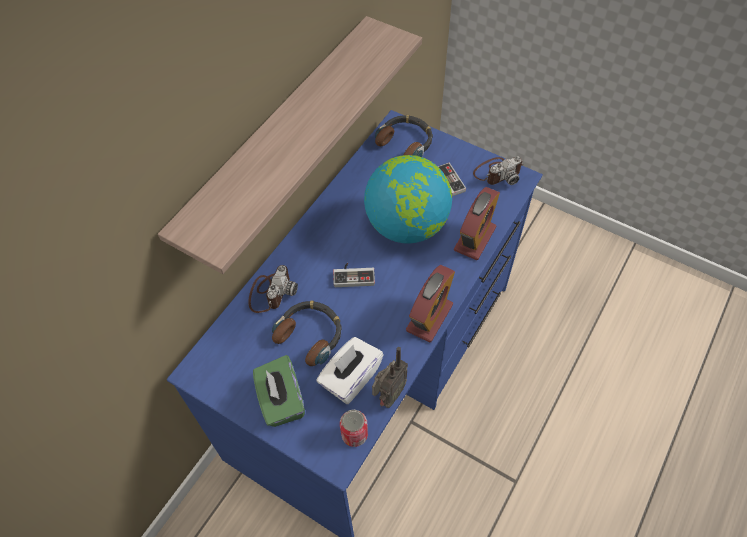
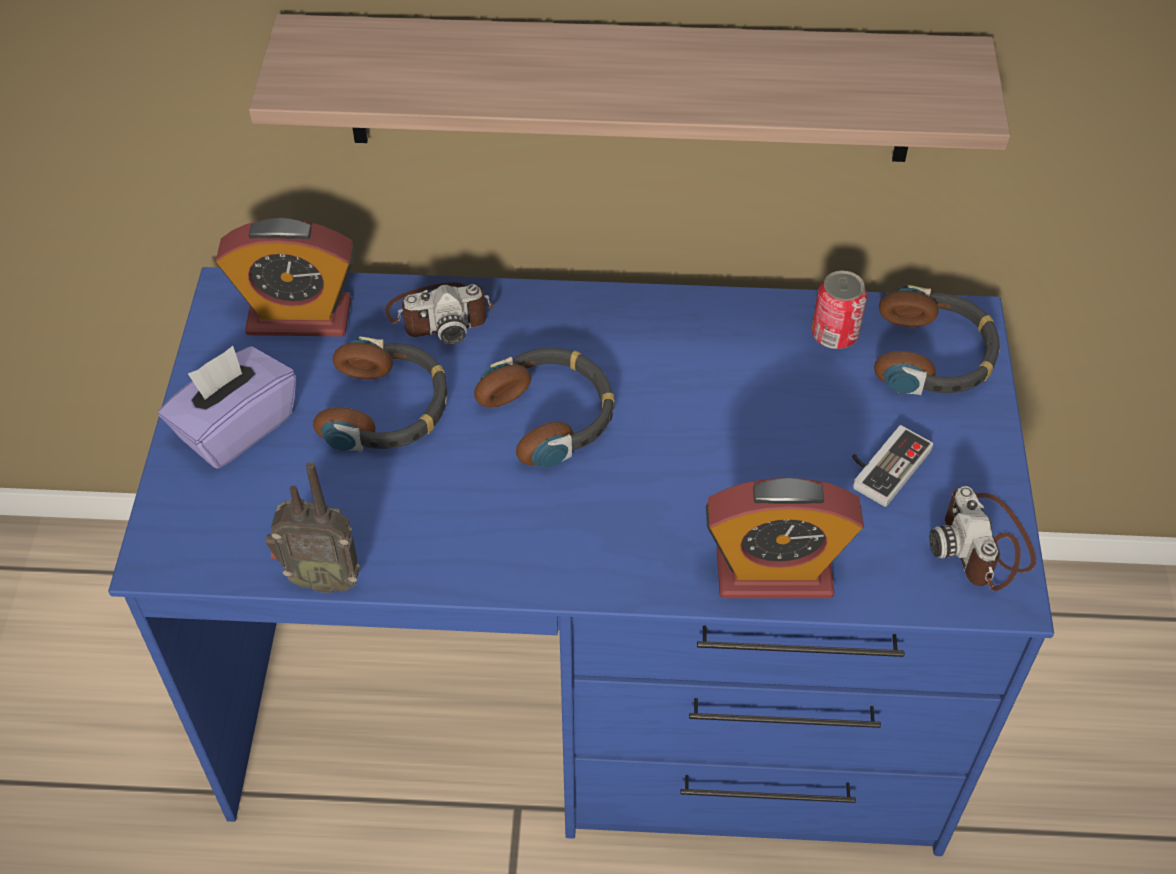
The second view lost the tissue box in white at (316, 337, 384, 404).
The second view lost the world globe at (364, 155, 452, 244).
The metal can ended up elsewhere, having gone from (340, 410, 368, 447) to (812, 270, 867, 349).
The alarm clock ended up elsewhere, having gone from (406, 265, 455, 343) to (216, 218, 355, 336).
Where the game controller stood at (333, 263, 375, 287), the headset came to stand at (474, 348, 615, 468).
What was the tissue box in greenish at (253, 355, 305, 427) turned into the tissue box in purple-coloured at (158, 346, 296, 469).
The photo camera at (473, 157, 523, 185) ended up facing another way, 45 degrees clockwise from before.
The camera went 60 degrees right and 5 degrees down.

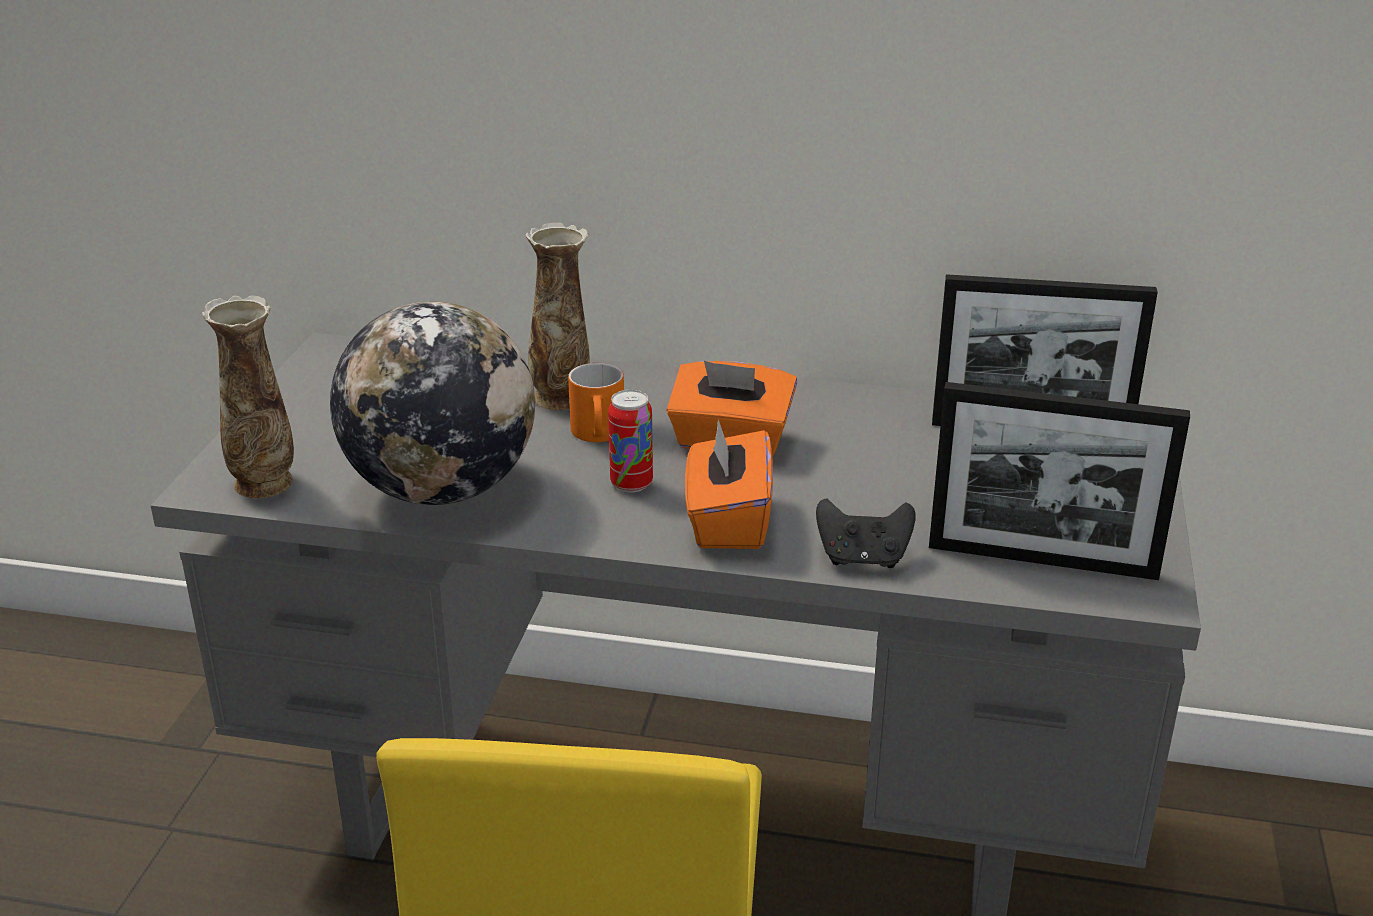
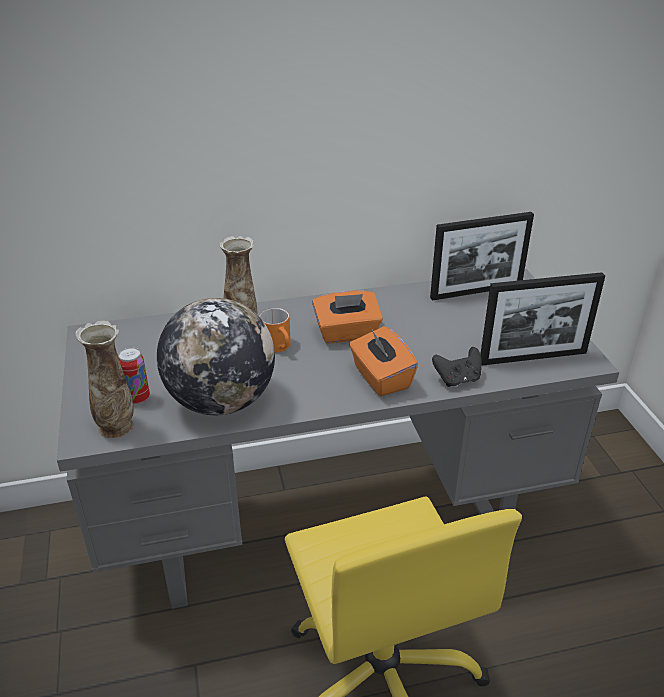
The metal can ended up elsewhere, having gone from (608, 390, 653, 493) to (118, 347, 150, 404).
The camera went 25 degrees left and 5 degrees up.

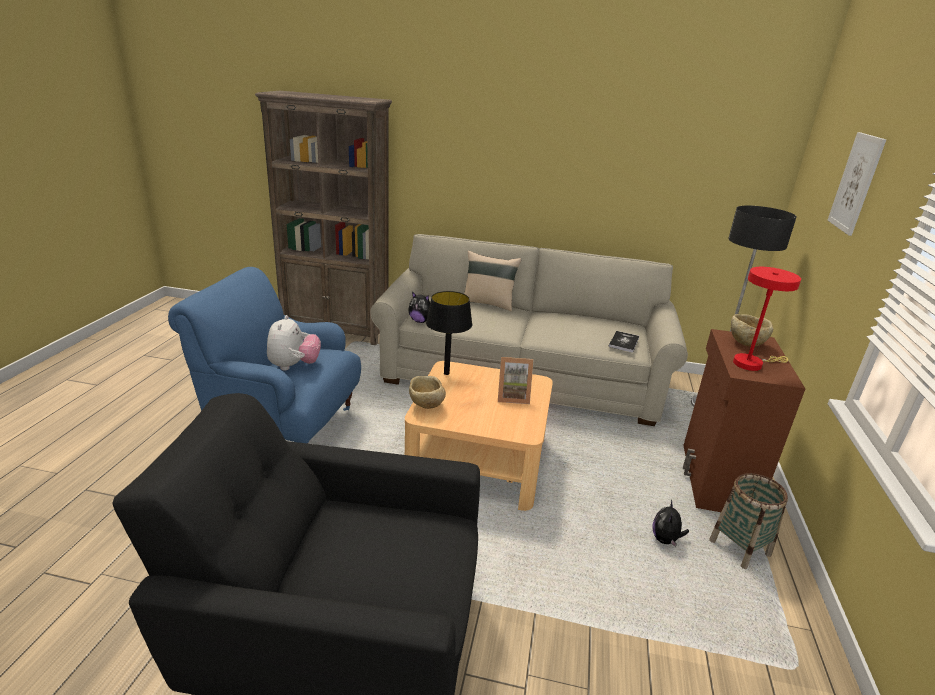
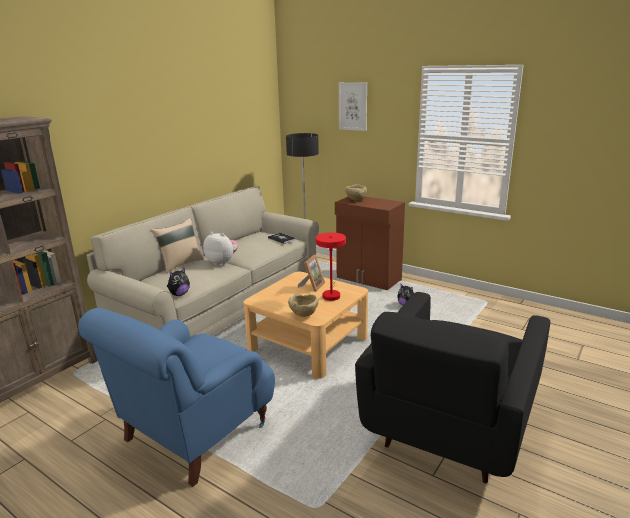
The second view lost the table lamp in blackish at (426, 291, 472, 375).
The second view lost the storage basket at (709, 473, 788, 569).
The plush toy ended up elsewhere, having gone from (267, 315, 321, 371) to (203, 232, 238, 266).
The table lamp in red-coloured ended up elsewhere, having gone from (733, 267, 801, 371) to (316, 232, 346, 301).
The camera went 65 degrees left and 5 degrees down.

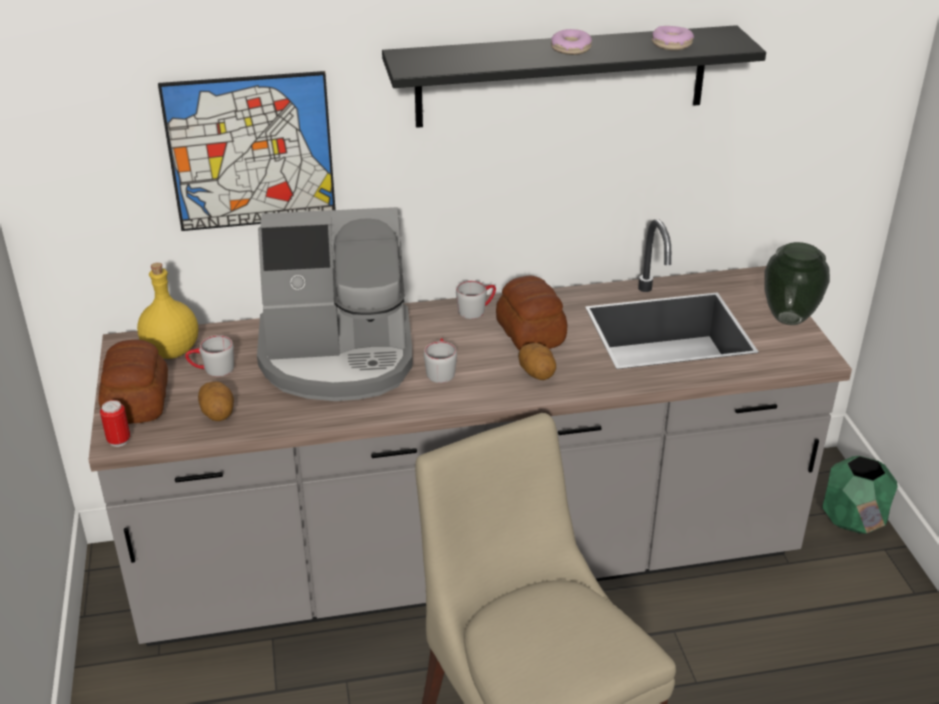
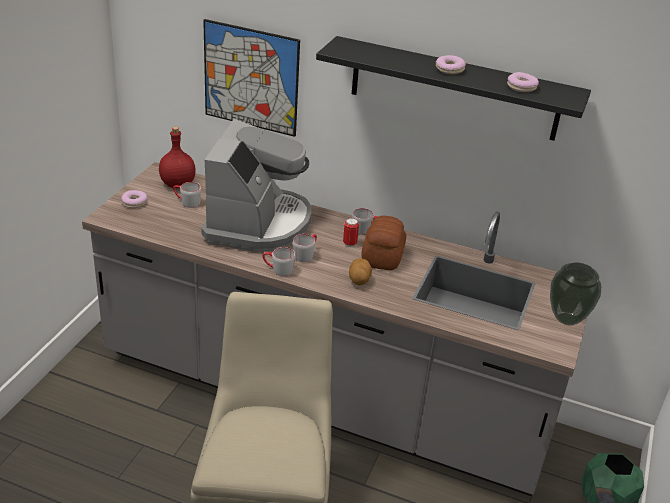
The second view lost the potato at (198, 381, 234, 421).
The second view gained the tea mug in grey at (262, 247, 295, 276).
The metal can ended up elsewhere, having gone from (100, 400, 130, 447) to (343, 218, 359, 247).
Where the baked bread stood at (98, 340, 168, 424), the donut came to stand at (121, 190, 147, 208).
What was the drink bottle in yellowish at (137, 263, 198, 359) turned into the drink bottle in red-coloured at (159, 126, 196, 188).
The coffee machine at (257, 207, 412, 401) ended up facing another way, 105 degrees counterclockwise from before.
The camera went 30 degrees right and 0 degrees up.

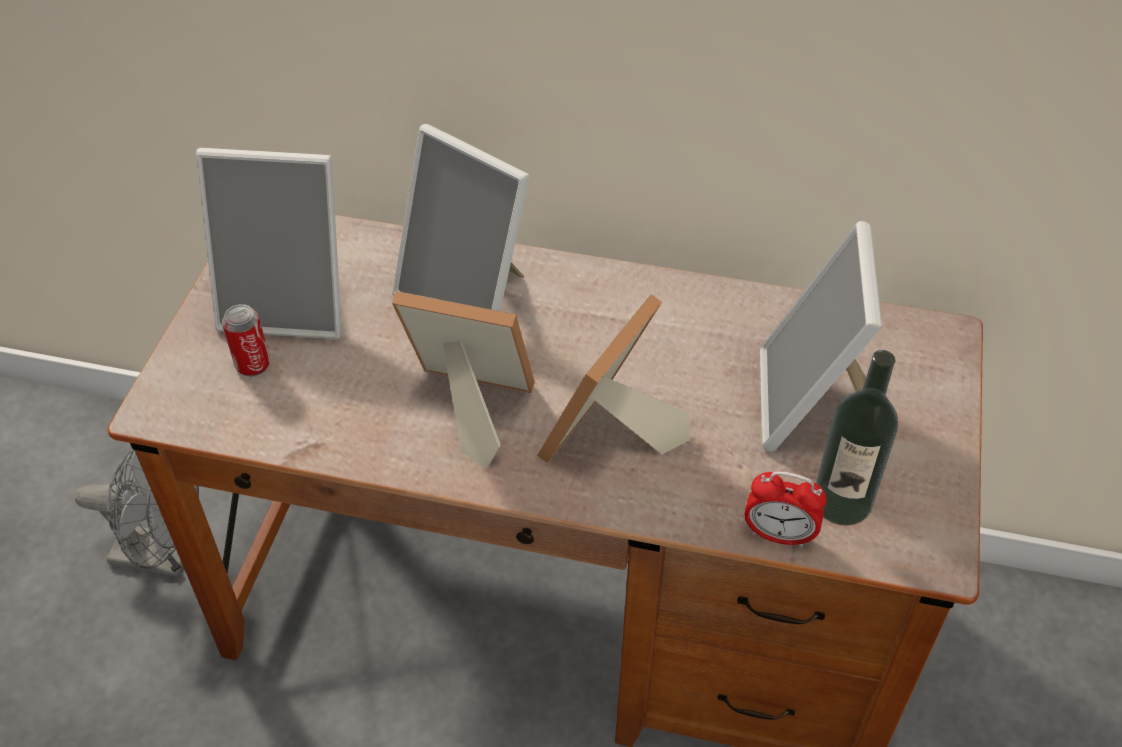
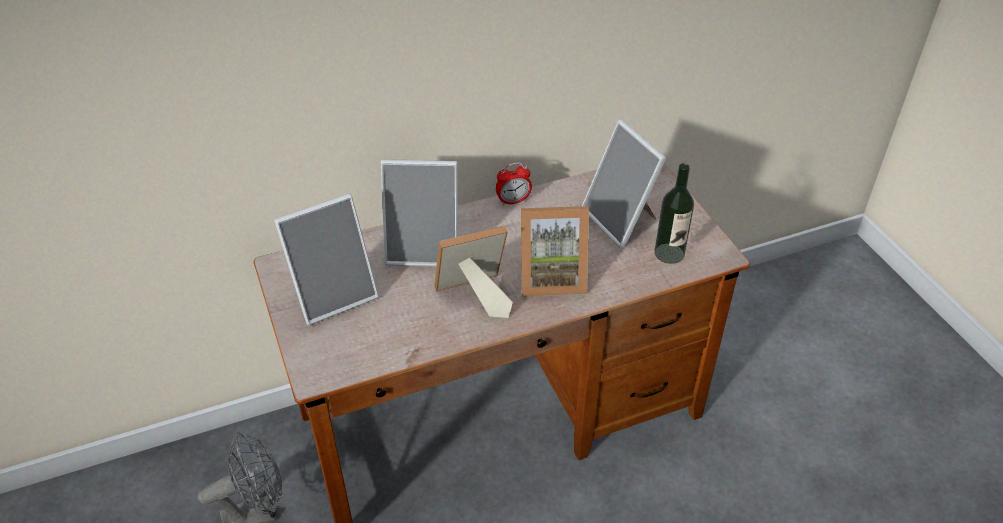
The second view lost the metal can at (222, 304, 270, 376).
The alarm clock ended up elsewhere, having gone from (744, 471, 826, 547) to (496, 162, 532, 206).
The standing frame at (537, 294, 690, 463) ended up facing another way, 90 degrees counterclockwise from before.
The camera went 35 degrees left and 5 degrees down.

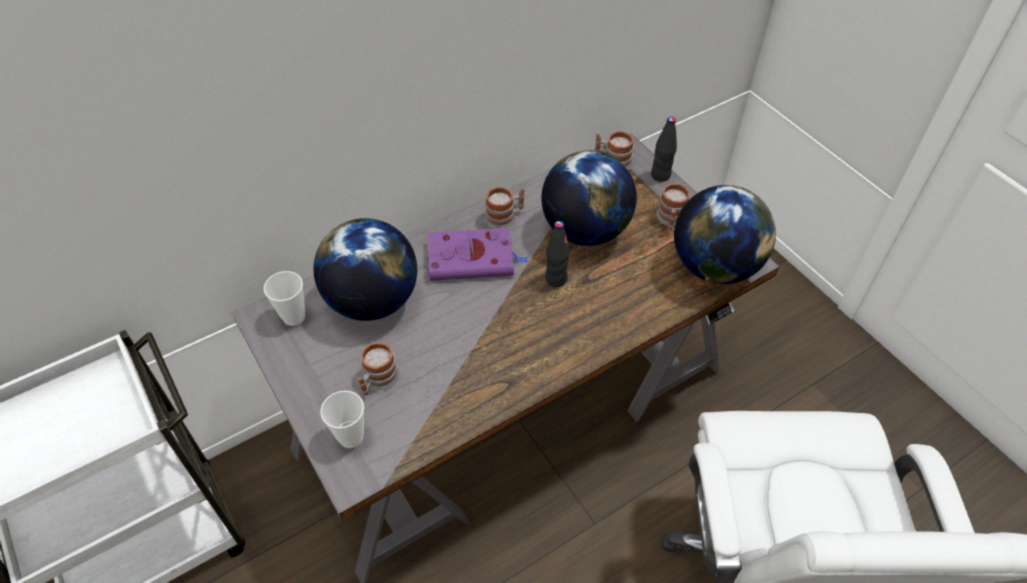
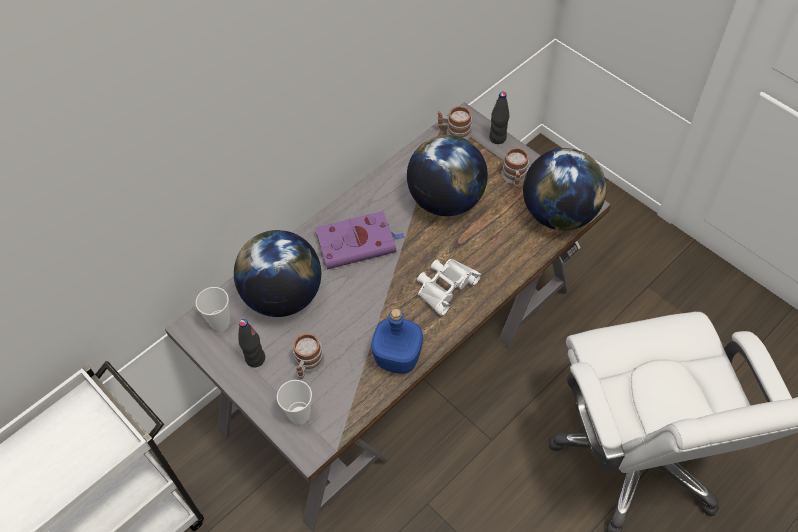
The second view lost the tea mug at (485, 187, 525, 229).
The second view gained the drink bottle in blue at (371, 309, 423, 374).
The second view gained the binoculars in white at (417, 259, 481, 316).
The drink bottle in blackish ended up elsewhere, having gone from (545, 221, 570, 287) to (239, 319, 265, 367).
The camera went 10 degrees left and 5 degrees up.

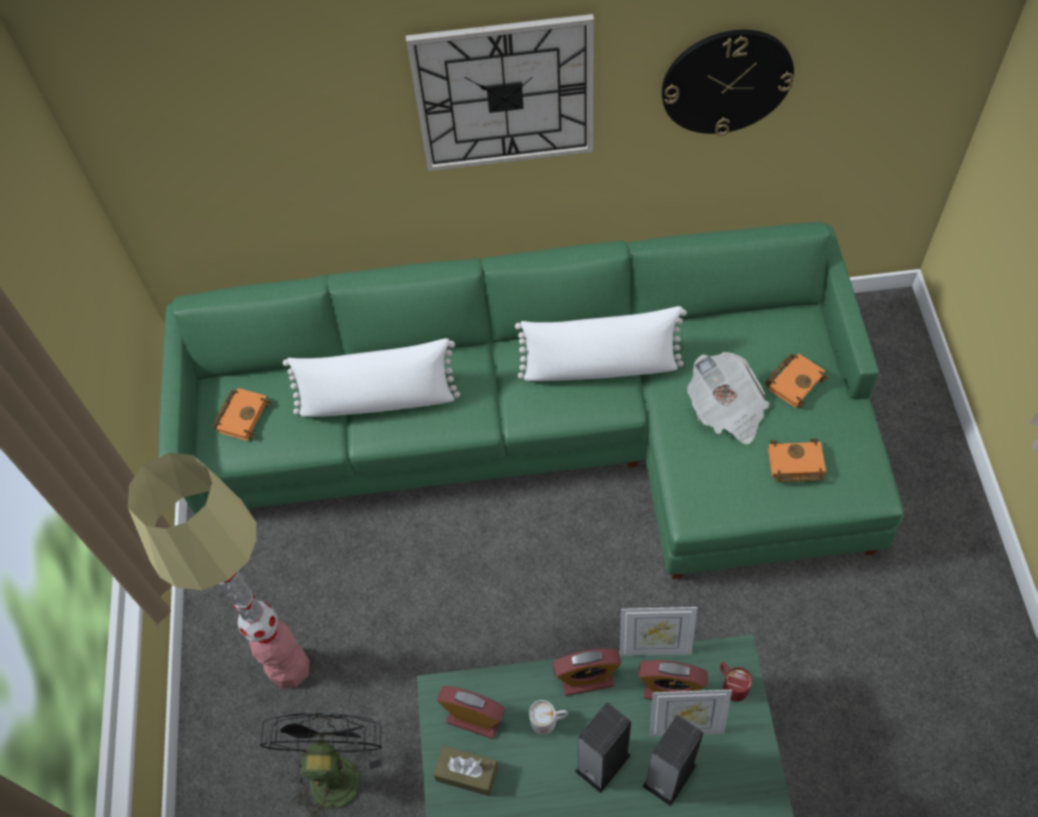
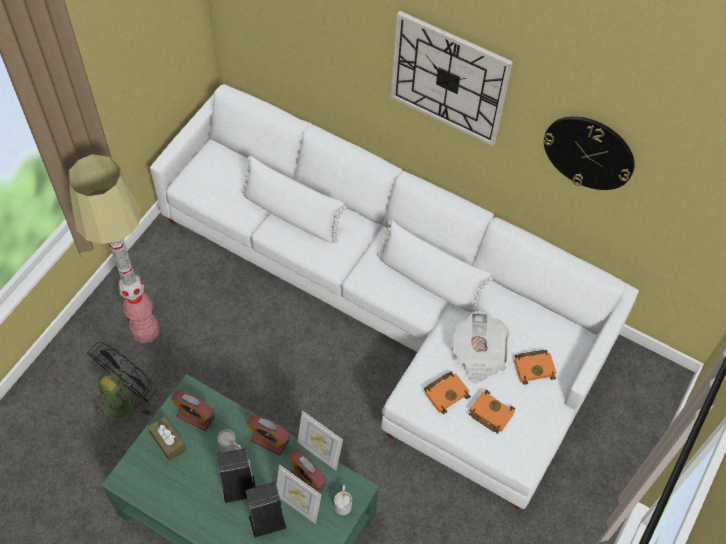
The bound book in orange ended up elsewhere, having gone from (212, 388, 271, 441) to (424, 371, 471, 414).
What was the couch in greenish at (159, 222, 904, 579) turned into the couch in white at (150, 84, 639, 509).
What was the tea mug in red-coloured at (720, 662, 752, 702) turned into the tea mug in white at (334, 485, 352, 515).
The alarm clock at (437, 686, 505, 739) ended up facing another way, 150 degrees clockwise from before.
The camera went 30 degrees right and 0 degrees up.

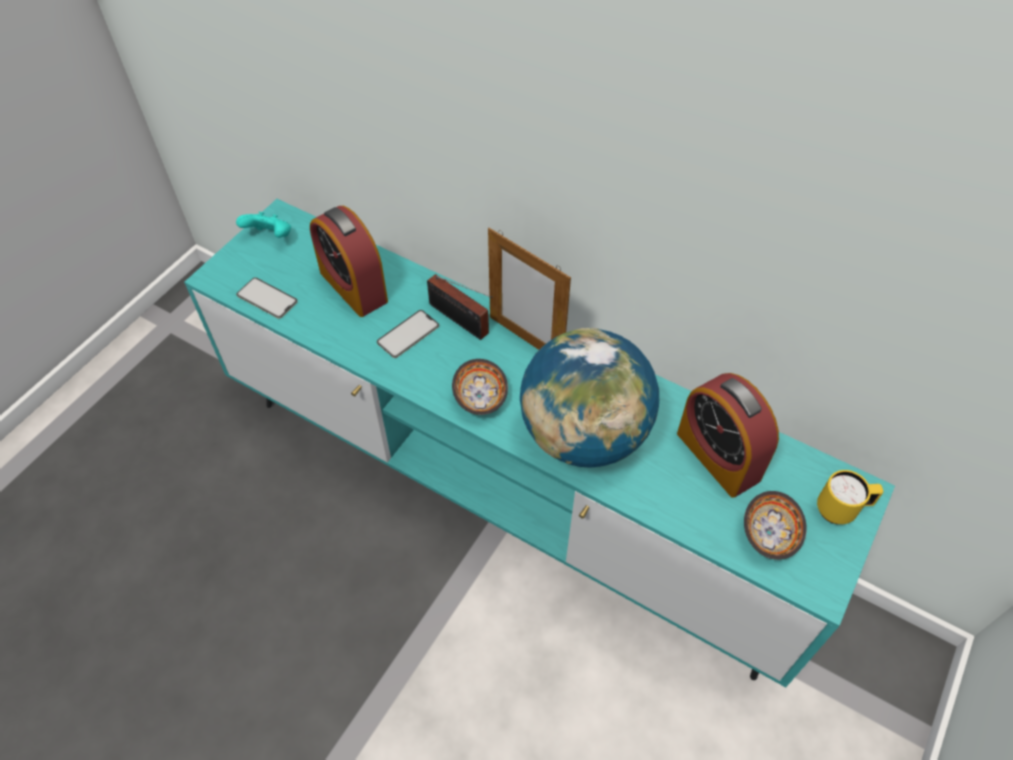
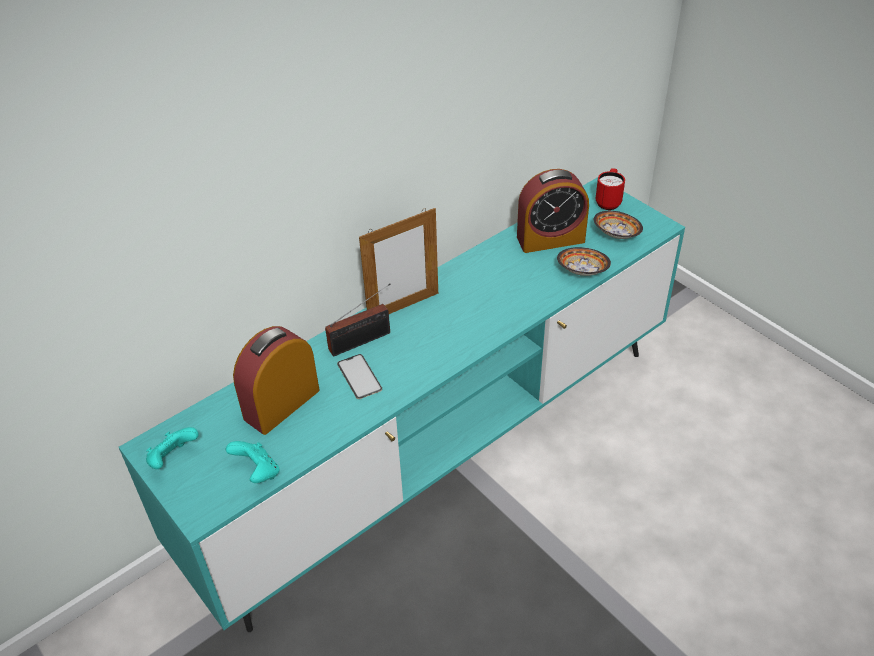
The second view lost the world globe at (520, 328, 659, 468).
The deep dish ended up elsewhere, having gone from (452, 359, 508, 415) to (557, 247, 611, 276).
Where the phone stood at (236, 277, 298, 319), the game controller in turquoise-coloured came to stand at (226, 441, 280, 483).
What was the tea mug in yellowish at (817, 470, 883, 524) turned into the tea mug in red-coloured at (596, 168, 625, 210).
The alarm clock at (310, 206, 388, 317) ended up facing another way, 150 degrees clockwise from before.
The camera went 70 degrees left and 10 degrees down.

